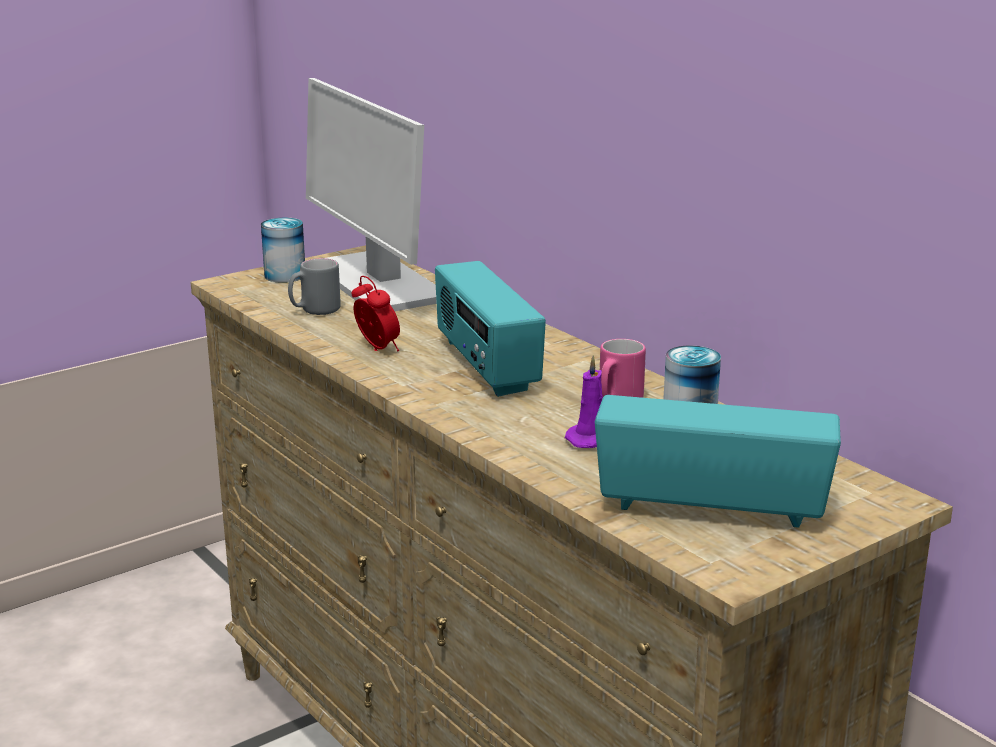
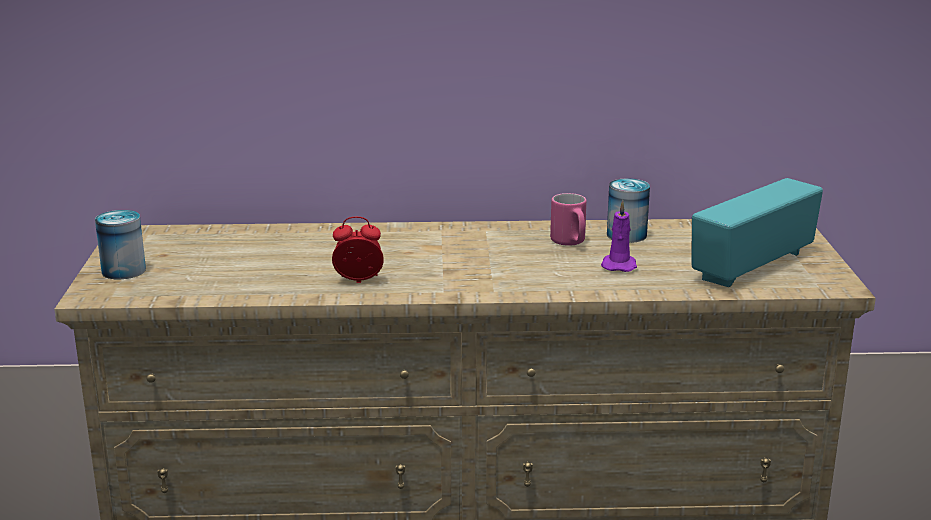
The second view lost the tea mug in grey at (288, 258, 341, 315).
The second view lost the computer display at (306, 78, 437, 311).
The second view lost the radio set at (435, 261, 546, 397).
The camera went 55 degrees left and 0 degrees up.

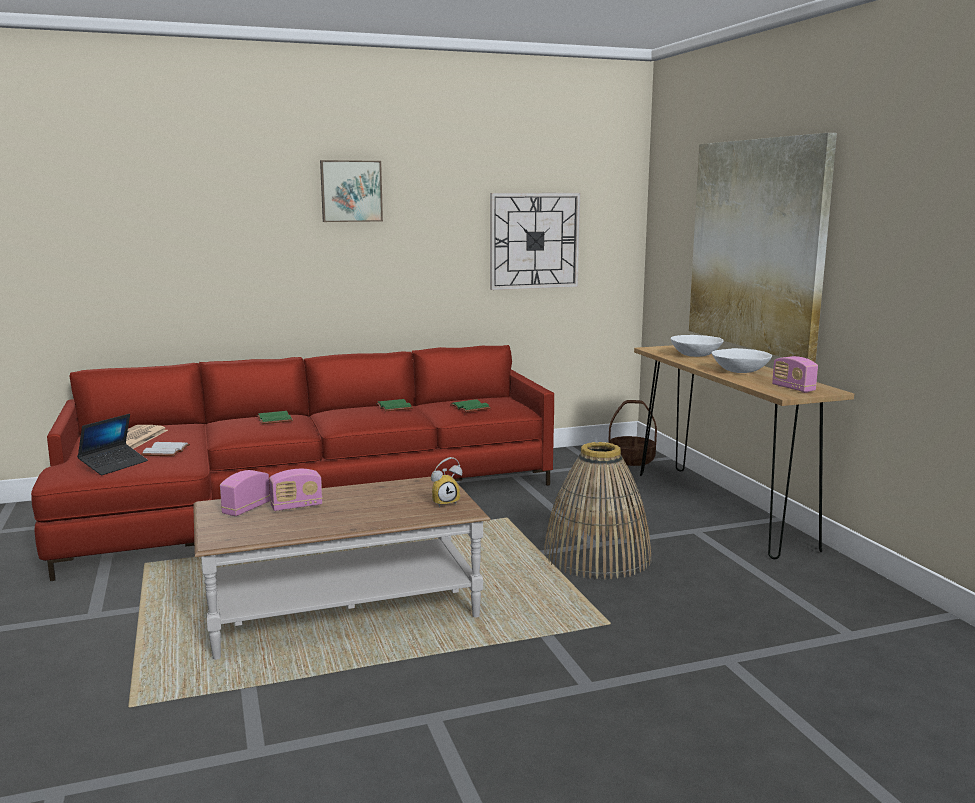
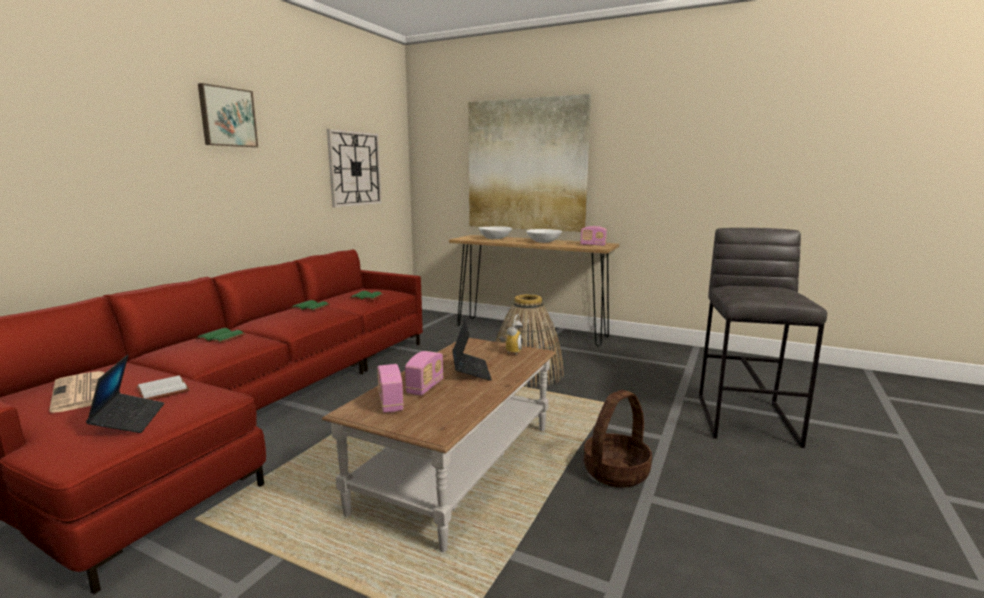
The second view gained the notebook computer at (452, 319, 492, 381).
The second view gained the sitting stool in grey at (699, 228, 827, 448).
The storage basket ended up elsewhere, having gone from (608, 400, 657, 466) to (584, 390, 652, 487).
The camera went 45 degrees left and 0 degrees up.

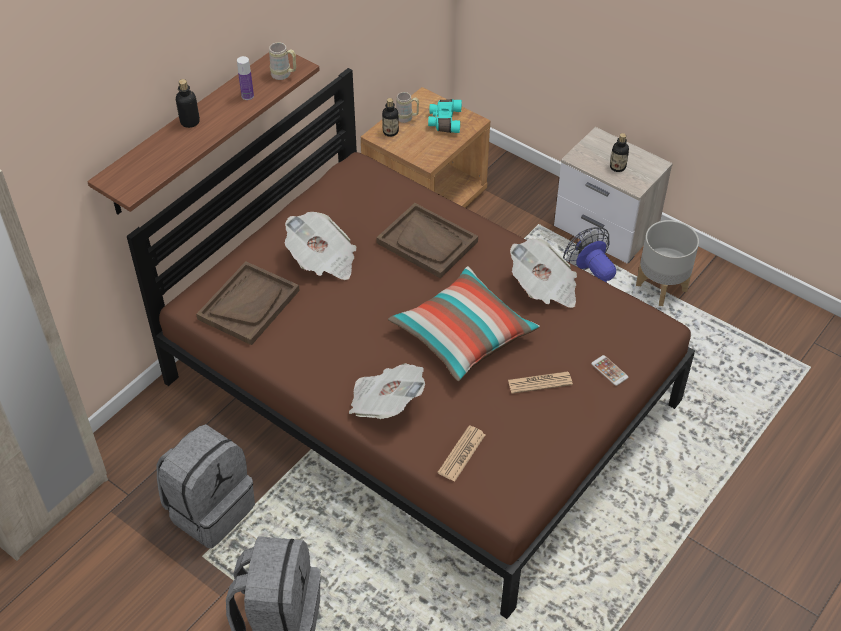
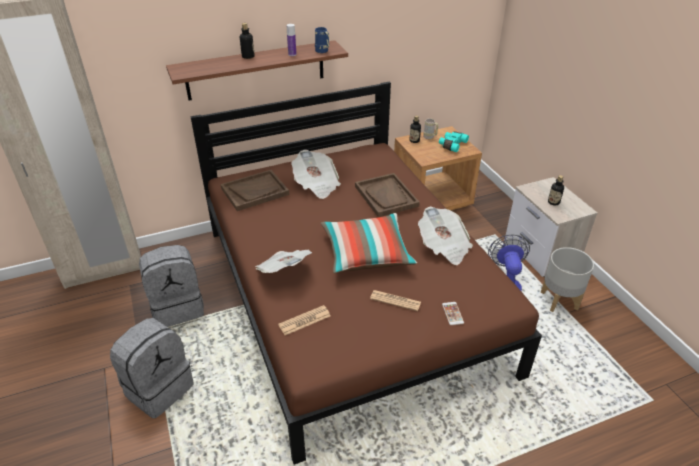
What was the tea mug in beige-coloured at (269, 42, 296, 80) turned into the tea mug in blue at (315, 27, 329, 53).
The camera went 30 degrees right and 10 degrees down.

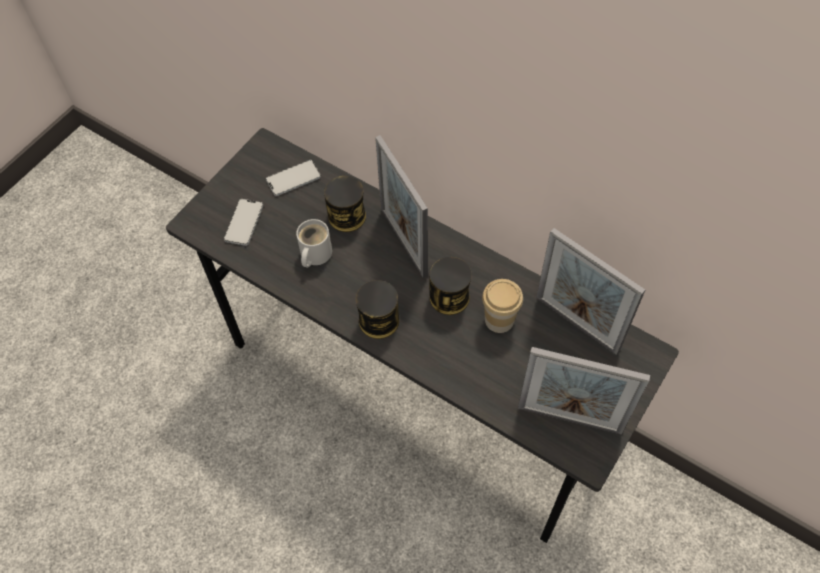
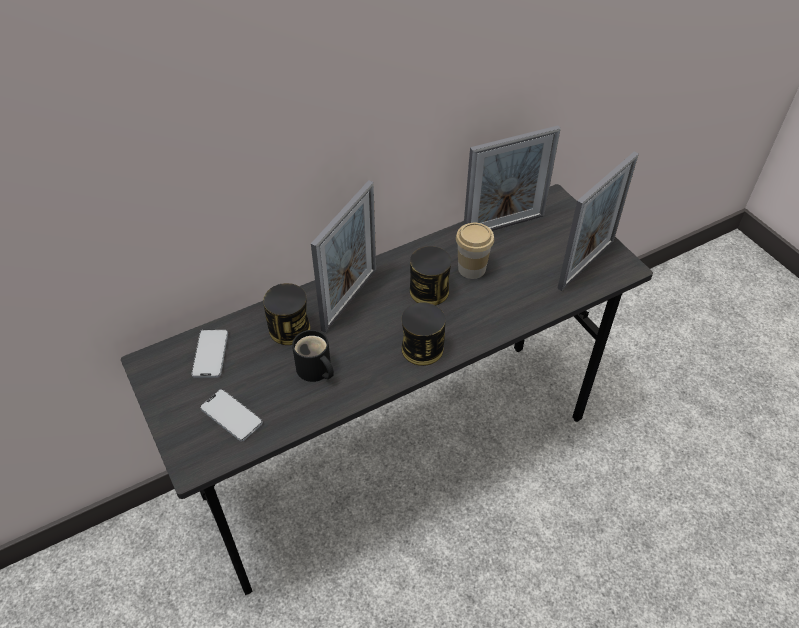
What was the tea mug in white at (296, 219, 332, 268) turned into the tea mug in blackish at (292, 330, 334, 382).
The standing frame at (375, 135, 428, 278) ended up facing another way, 60 degrees counterclockwise from before.
The camera went 65 degrees left and 10 degrees down.

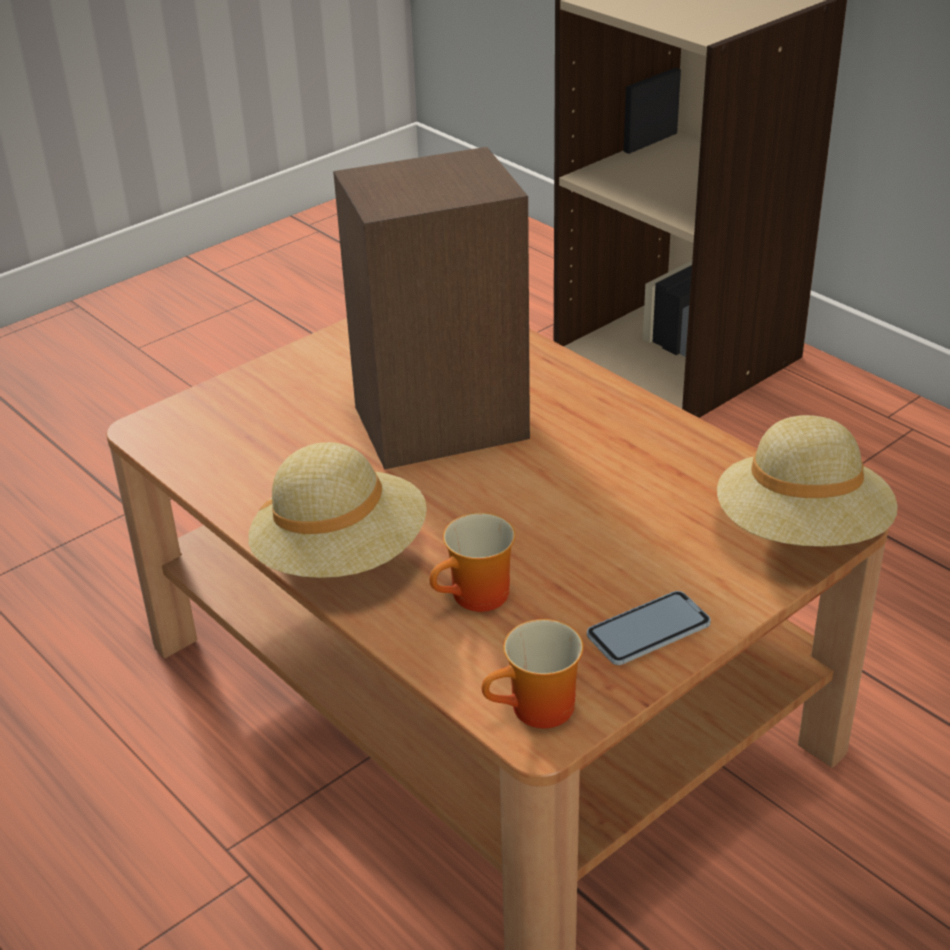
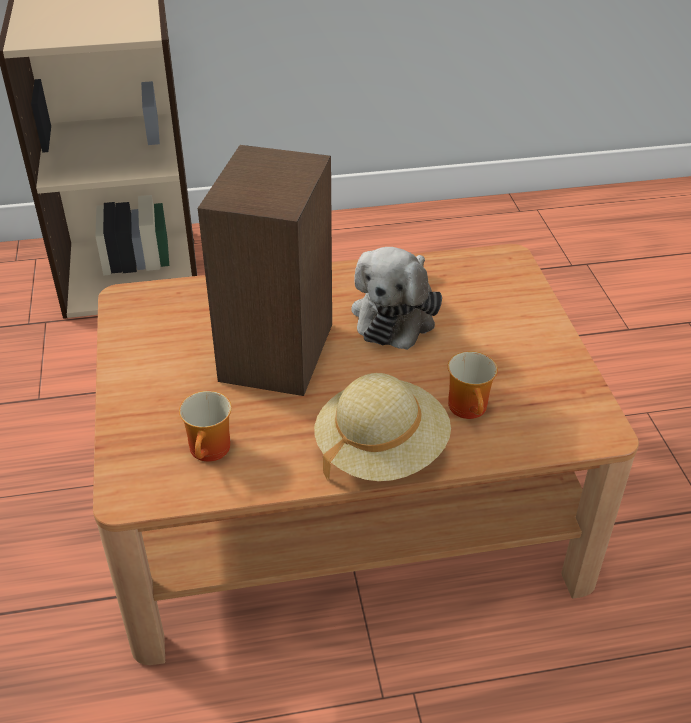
The second view lost the phone at (587, 591, 711, 665).
The second view lost the wearable hat in beige-coloured at (717, 415, 898, 547).
The second view gained the plush toy at (351, 247, 442, 350).
The tea mug ended up elsewhere, having gone from (482, 619, 583, 728) to (179, 391, 232, 462).
The camera went 60 degrees left and 5 degrees up.

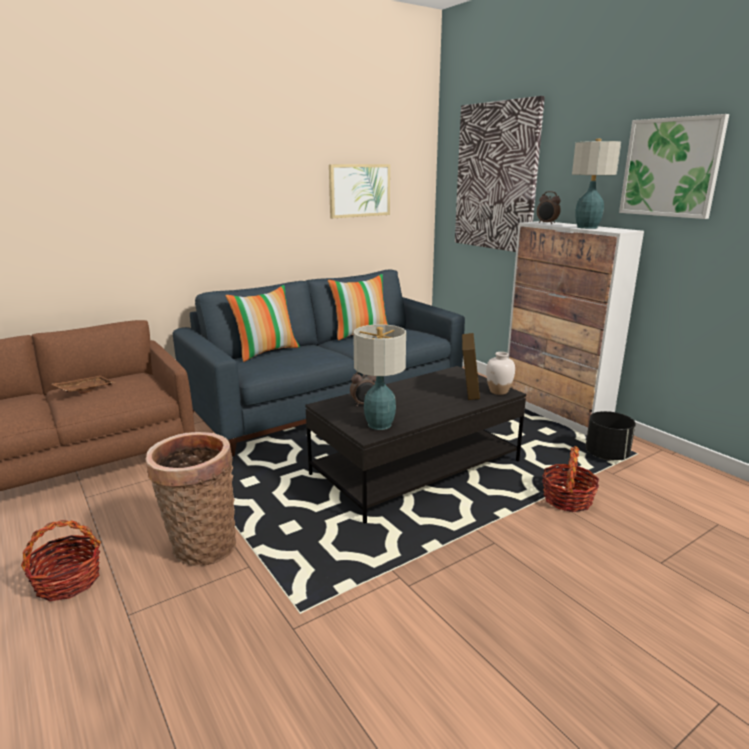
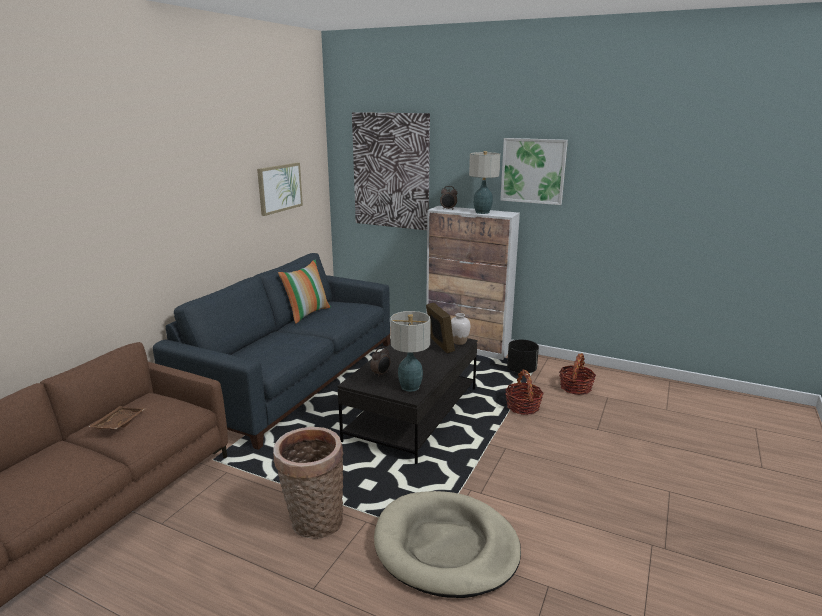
The second view lost the pillow at (225, 285, 300, 362).
The second view gained the dog cushion in beige-coloured at (374, 491, 521, 598).
The storage basket ended up elsewhere, having gone from (21, 520, 101, 602) to (559, 353, 596, 395).
The camera went 30 degrees left and 0 degrees up.

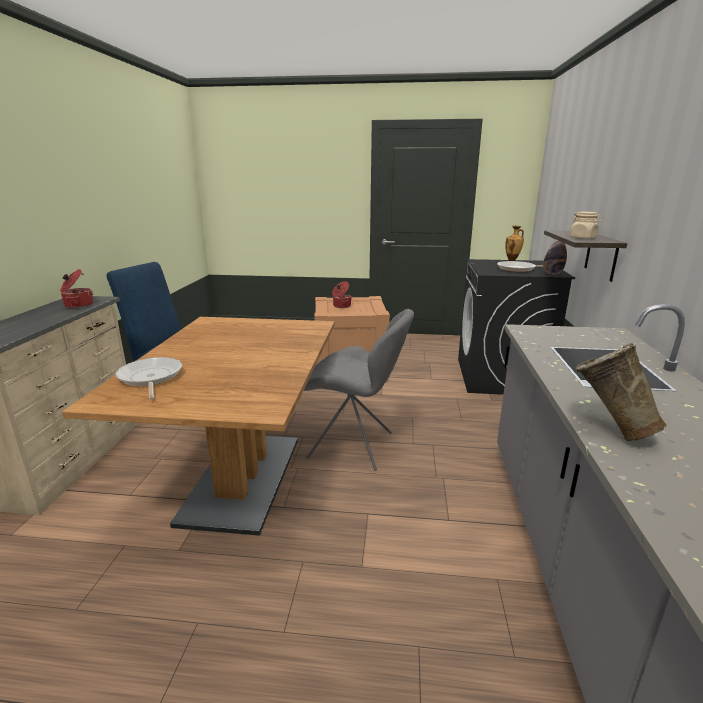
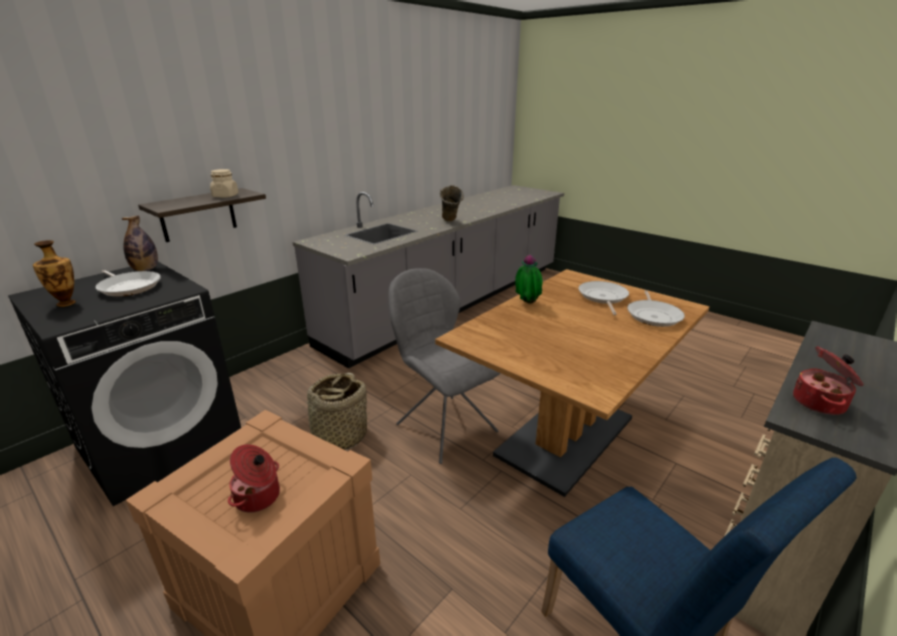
The second view gained the storage basket at (298, 373, 370, 450).
The second view gained the houseplant at (515, 254, 543, 304).
The second view gained the skillet at (579, 281, 629, 315).
The camera went 145 degrees left and 5 degrees up.

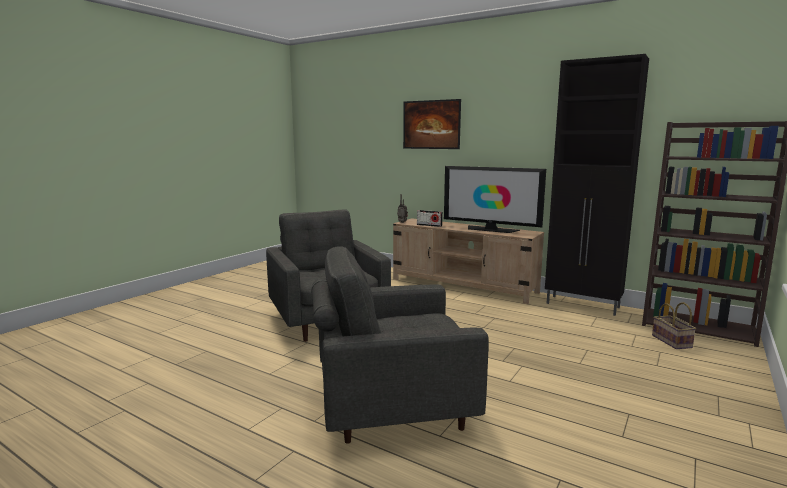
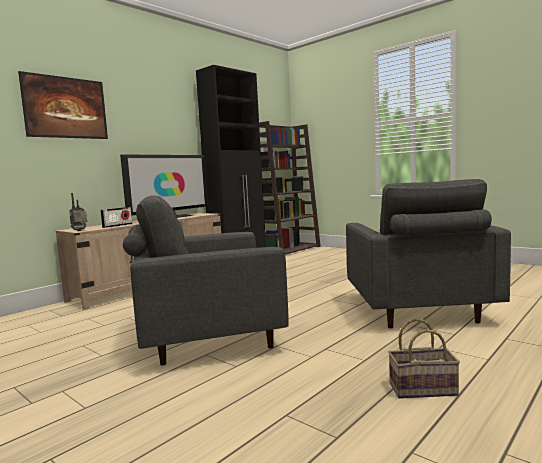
The storage basket ended up elsewhere, having gone from (652, 302, 696, 349) to (388, 318, 460, 399).
The camera went 80 degrees left and 5 degrees down.

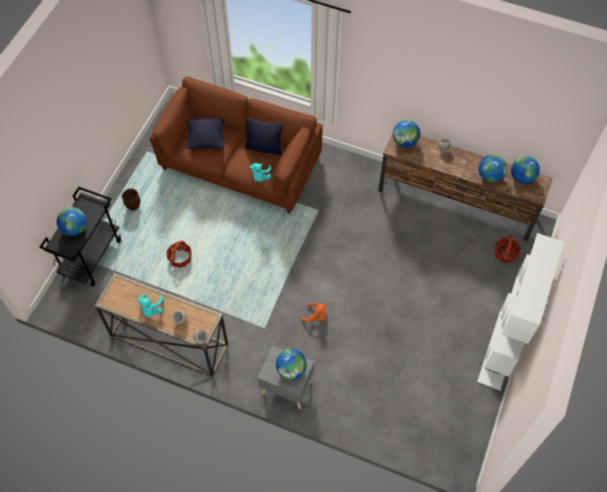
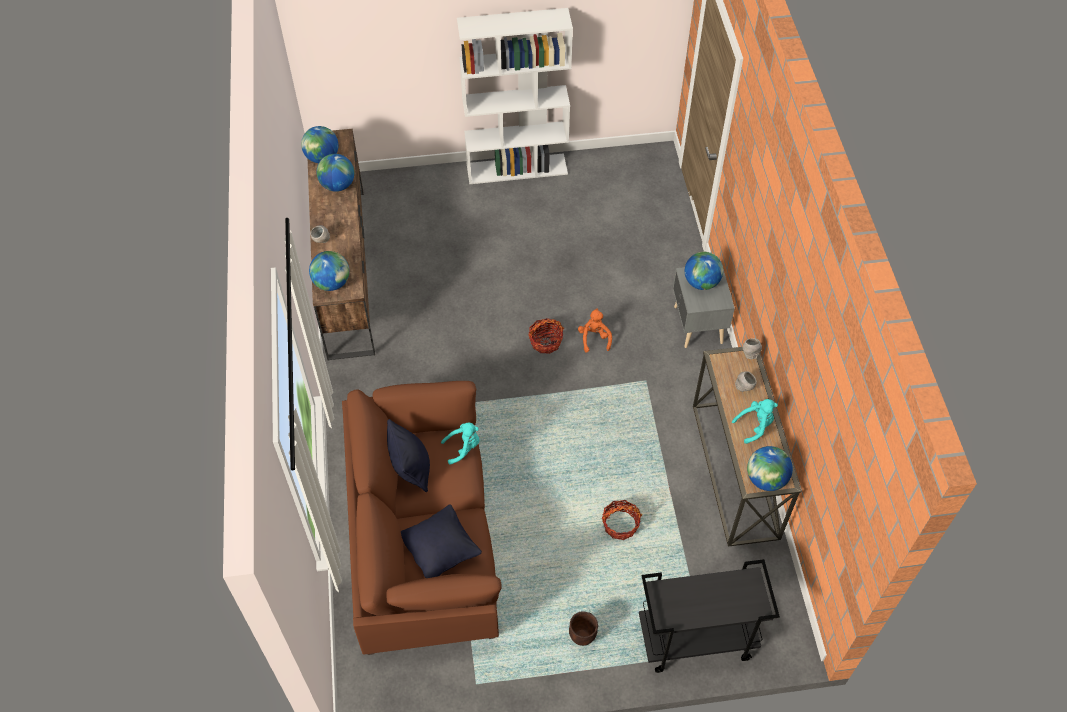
The world globe ended up elsewhere, having gone from (57, 207, 86, 236) to (747, 446, 793, 491).
The storage basket ended up elsewhere, having gone from (495, 235, 521, 263) to (529, 318, 564, 354).
The camera went 120 degrees left and 5 degrees down.

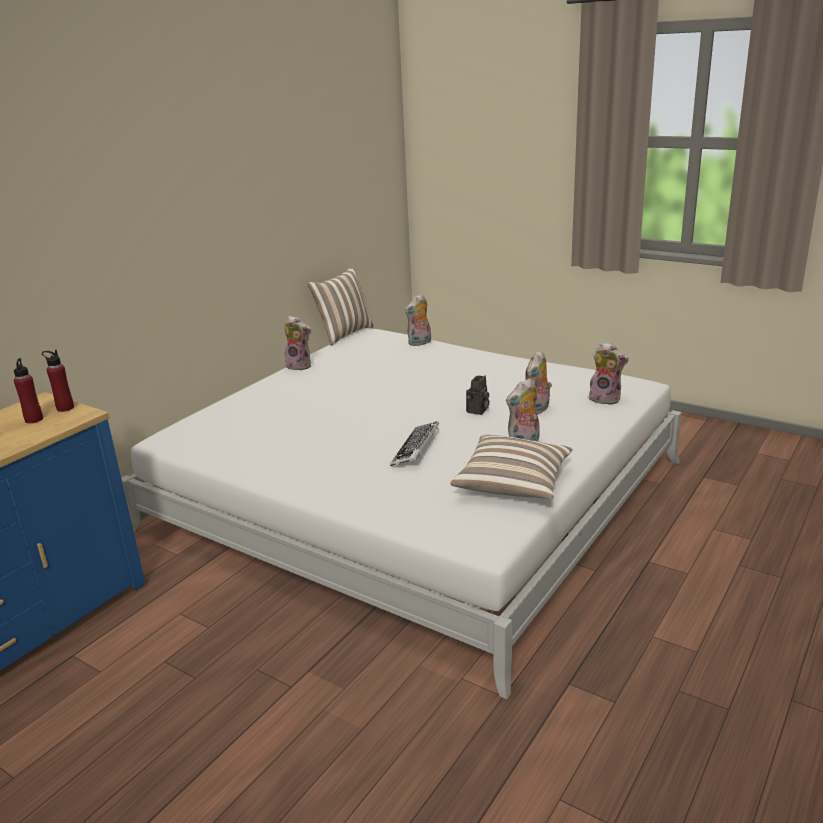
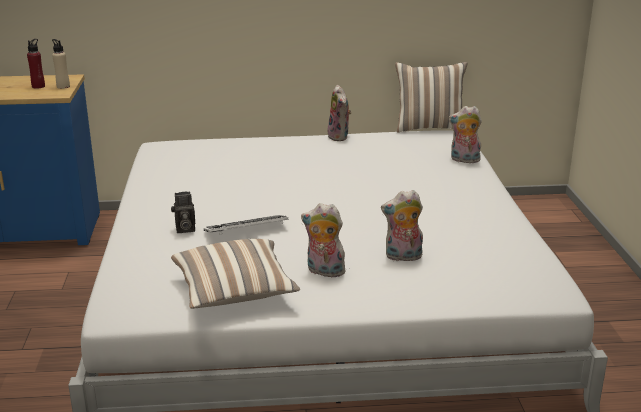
The second view lost the plush toy at (589, 341, 629, 405).
The photo camera ended up elsewhere, having gone from (466, 376, 489, 415) to (171, 191, 195, 233).
What was the drink bottle in red-coloured at (42, 350, 74, 412) turned into the drink bottle in beige-coloured at (52, 39, 70, 89).
The camera went 50 degrees right and 0 degrees up.

